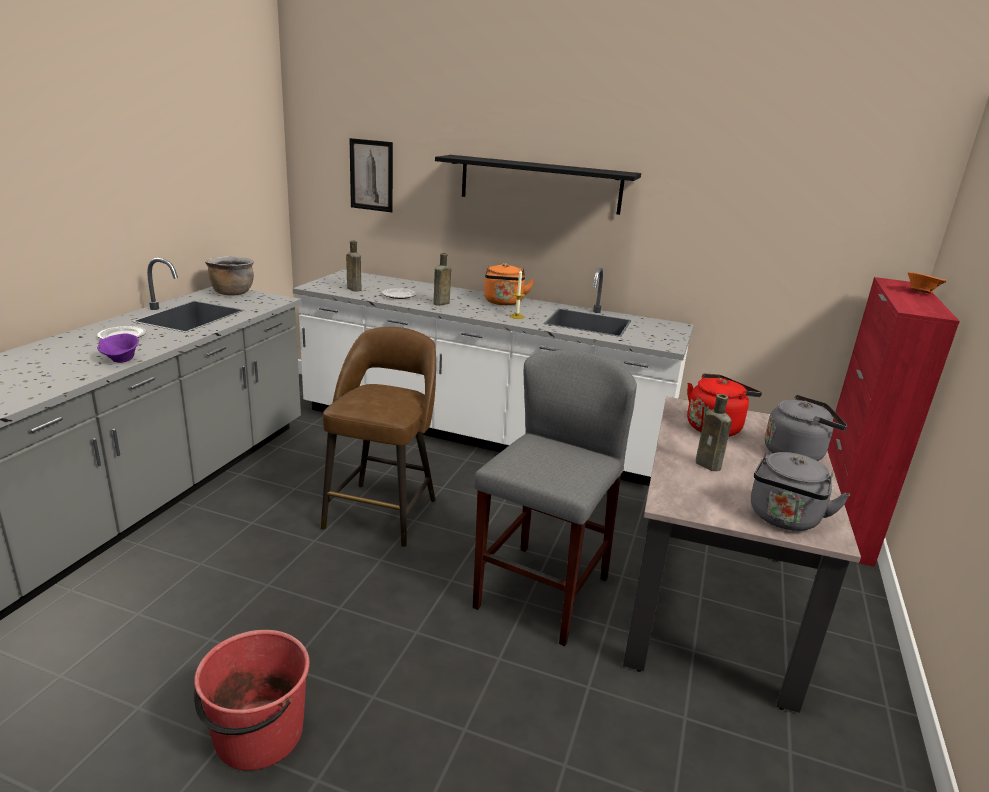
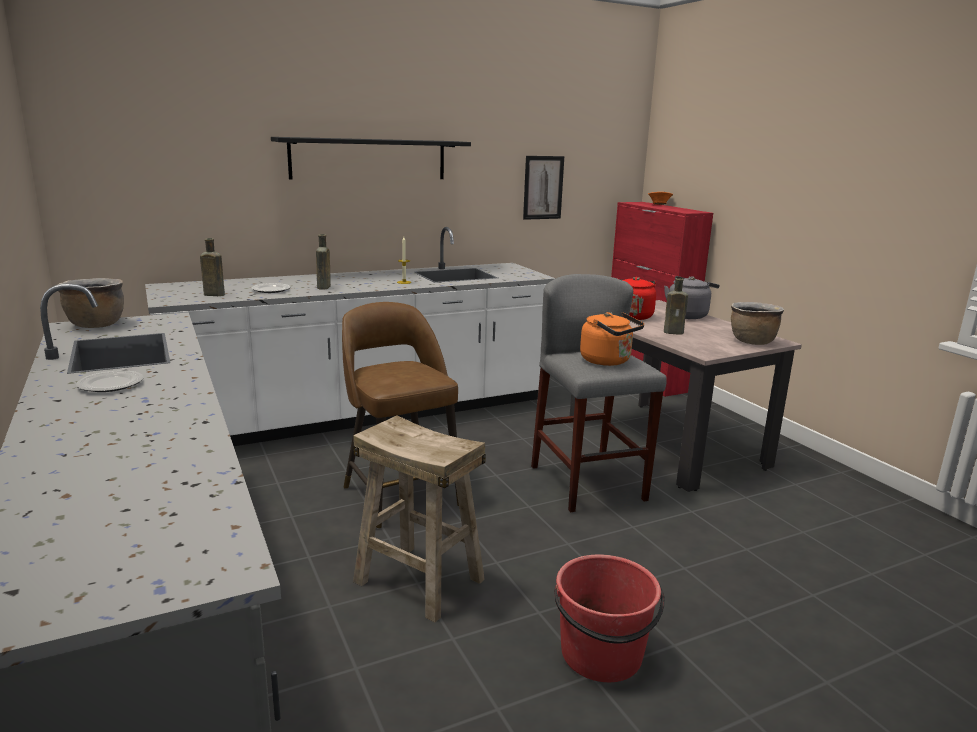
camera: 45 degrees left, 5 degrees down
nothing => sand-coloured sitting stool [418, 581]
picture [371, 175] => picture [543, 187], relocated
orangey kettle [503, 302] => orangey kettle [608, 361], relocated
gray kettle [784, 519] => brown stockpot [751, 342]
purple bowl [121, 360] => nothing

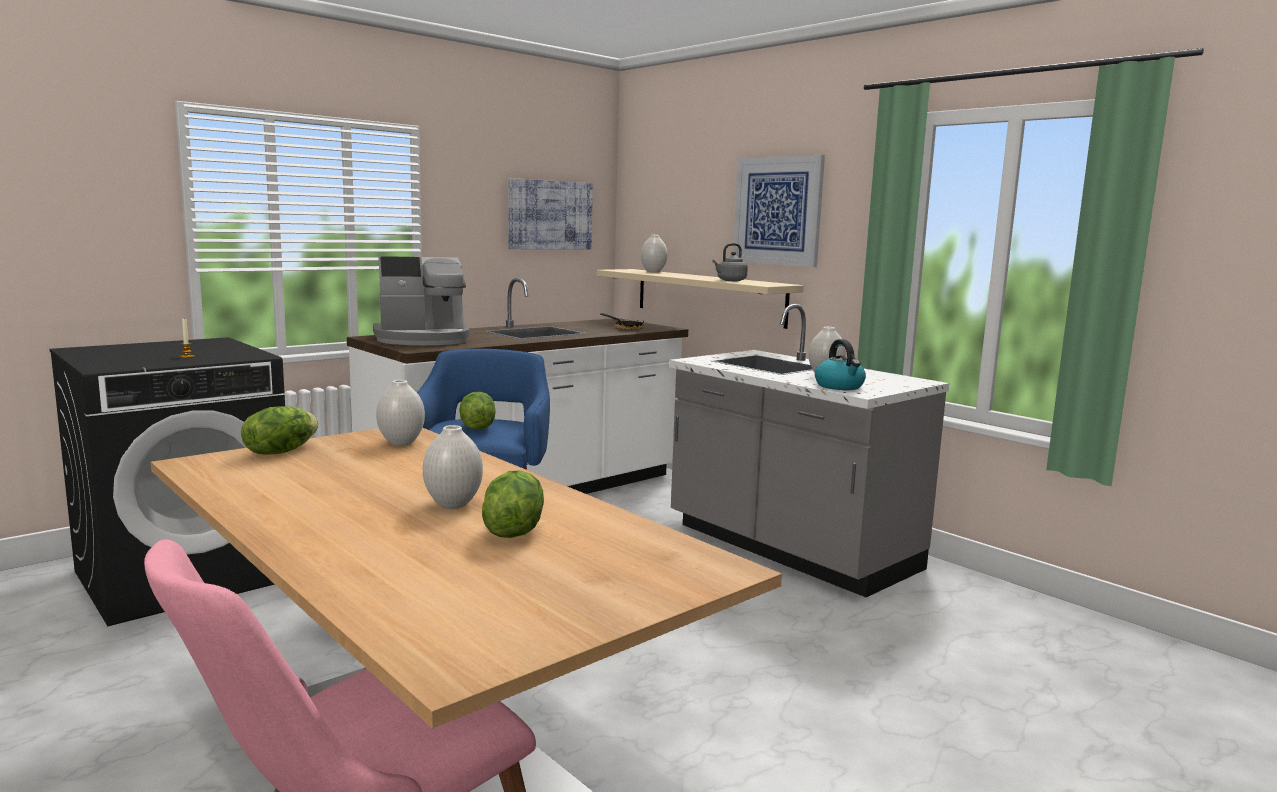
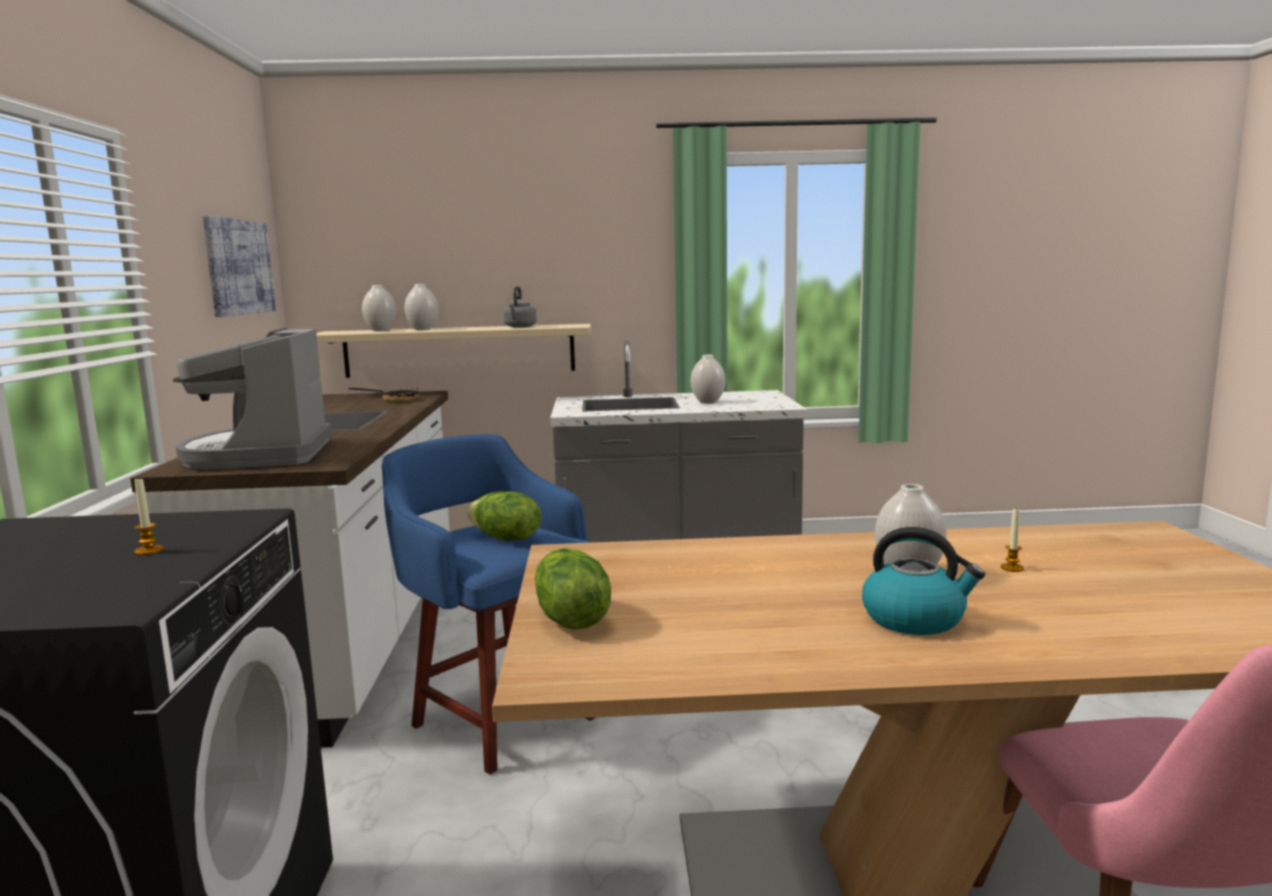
camera: 50 degrees left, 0 degrees up
coffee maker [423, 339] => coffee maker [260, 455], 150 degrees clockwise
whitish flower vase [401, 443] => whitish flower vase [422, 329], relocated
kettle [840, 386] => kettle [915, 619], relocated
lettuce head [513, 530] => wax candle [1012, 568]
picture [777, 211] => nothing

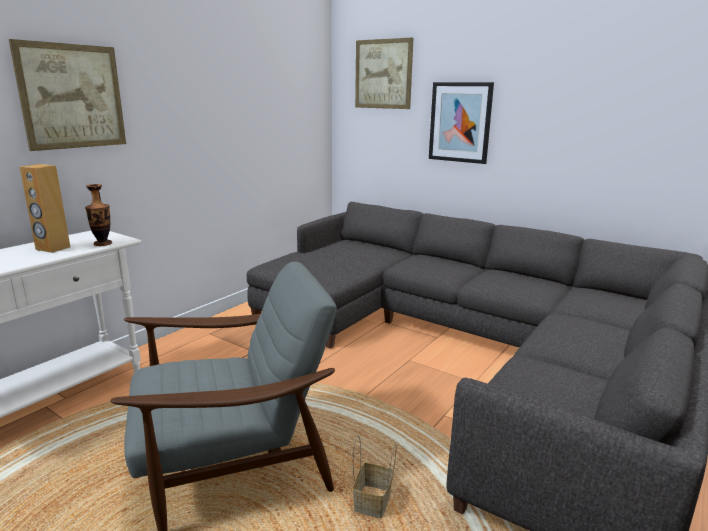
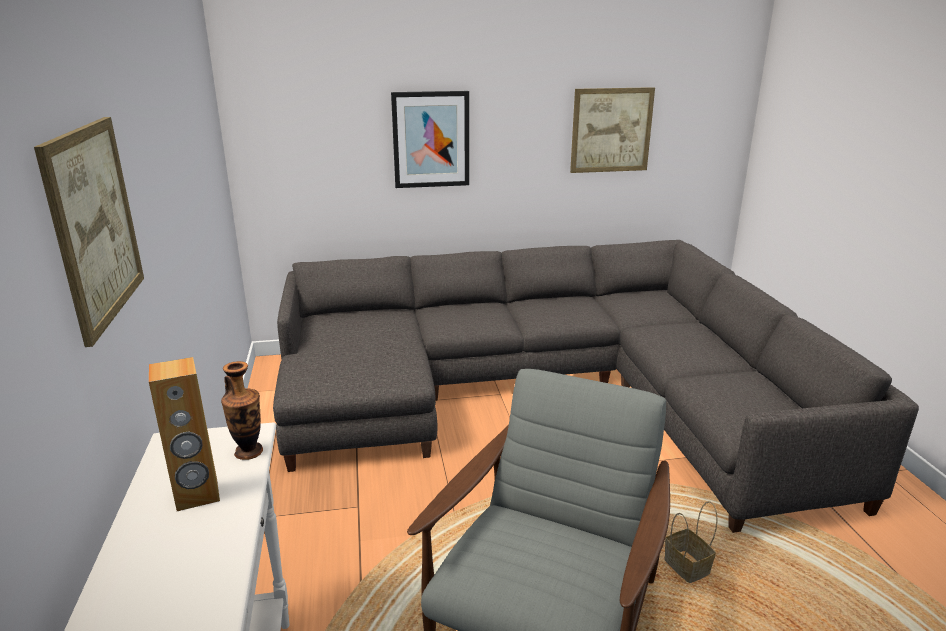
camera: 45 degrees left, 5 degrees up
picture [383, 74] => picture [611, 130], relocated

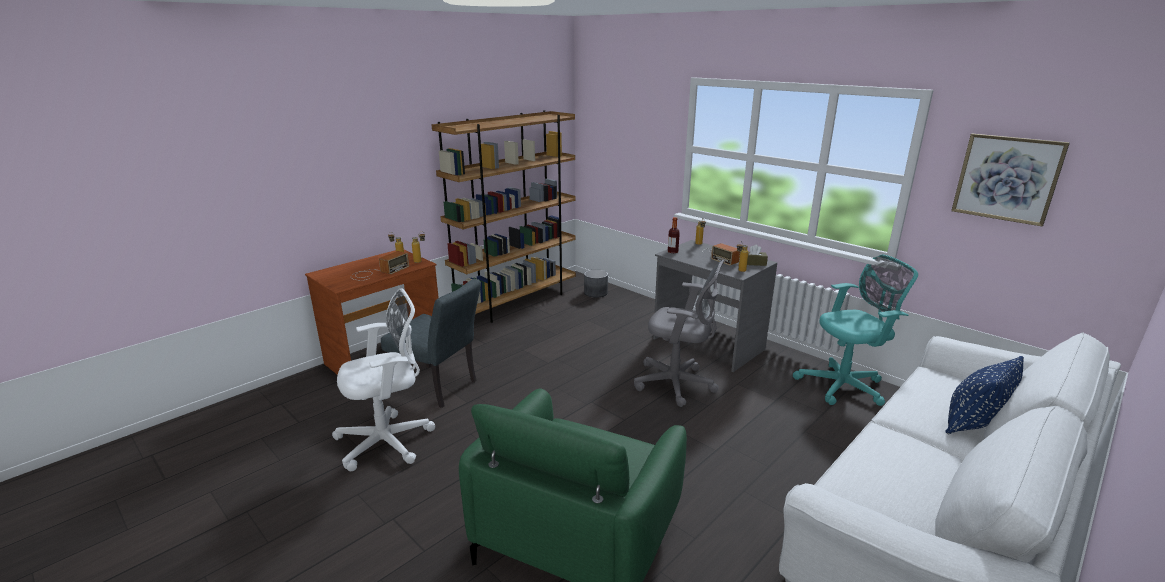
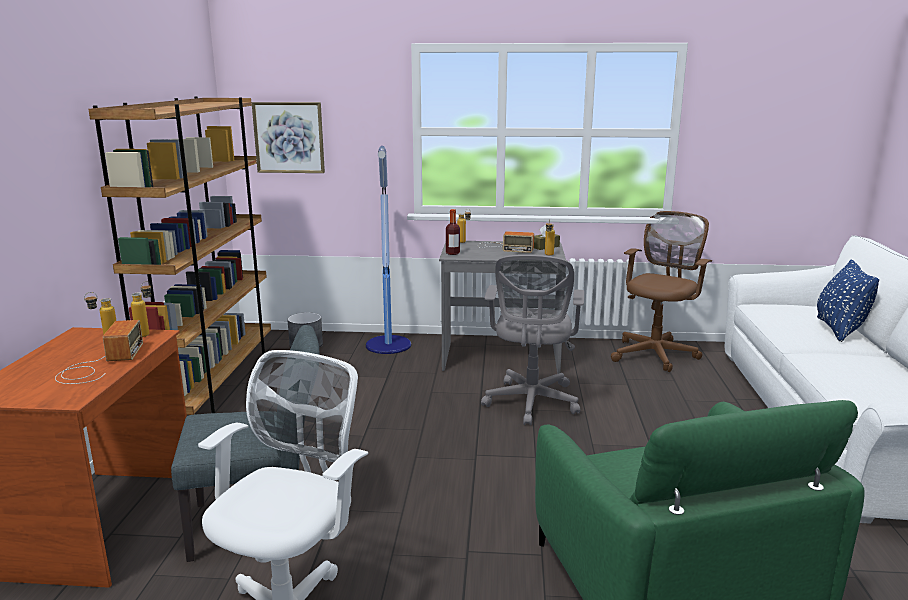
camera: 40 degrees left, 5 degrees down
picture [1007, 178] => picture [289, 137], relocated
nothing => floor lamp [388, 346]
gray office chair [677, 384] => gray office chair [531, 403], 120 degrees clockwise
turquoise office chair [845, 386] => brown office chair [656, 353]

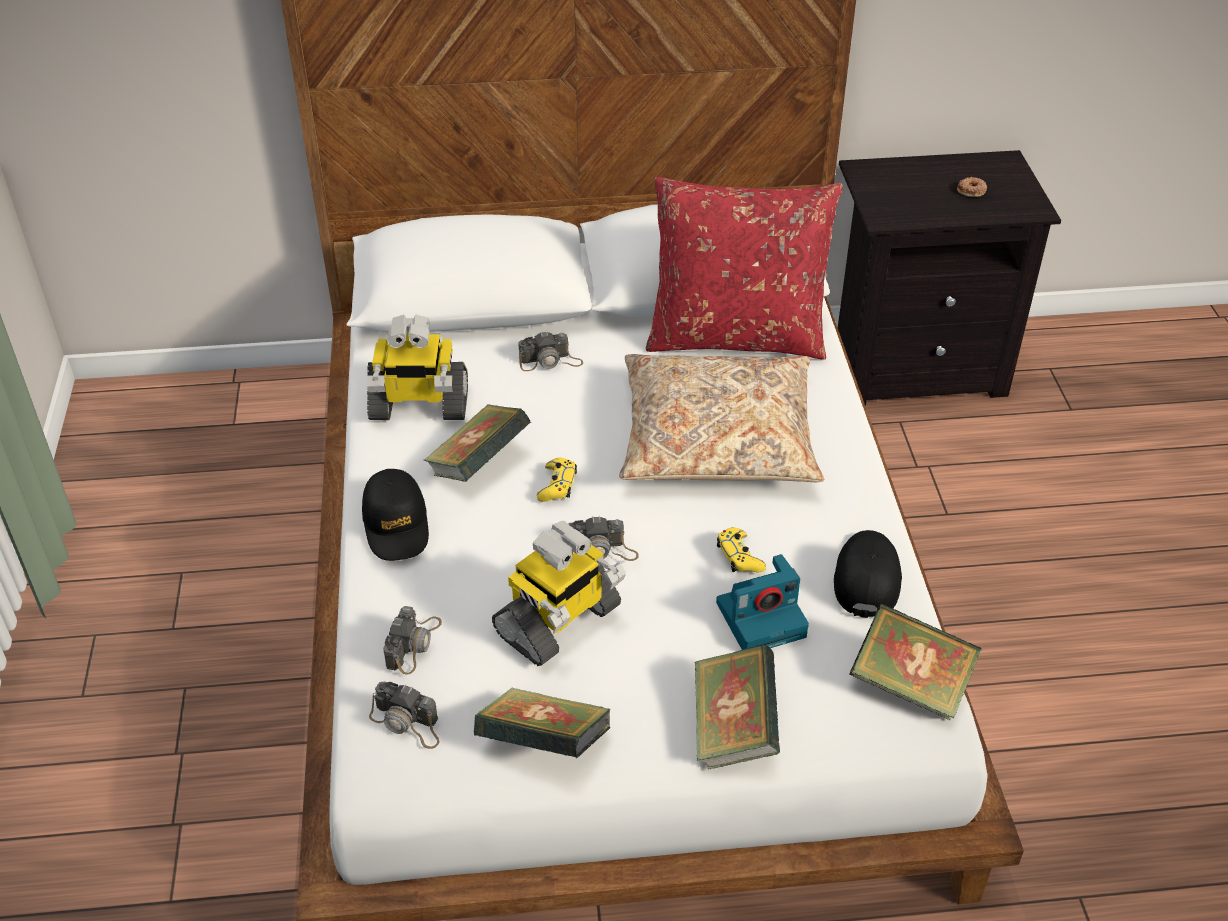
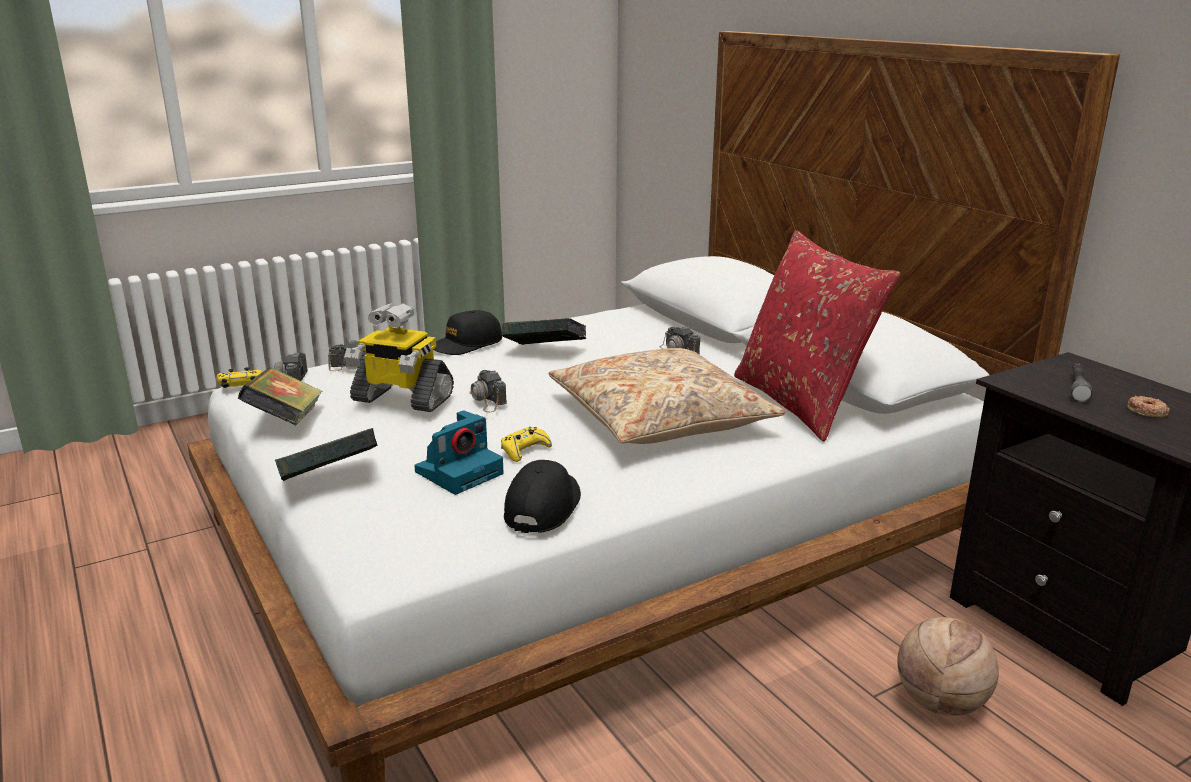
camera: 65 degrees right, 20 degrees down
yellow-coloured gamepad [557, 485] => yellow-coloured gamepad [241, 384], relocated
still camera [762, 618] => still camera [460, 472], 90 degrees counterclockwise
black-coloured peaked cap [866, 577] => black-coloured peaked cap [543, 506], 60 degrees counterclockwise
nothing => basketball [940, 703]
nothing => gray flashlight [1077, 388]
toy robot [418, 406] => nothing
book [910, 685] => nothing

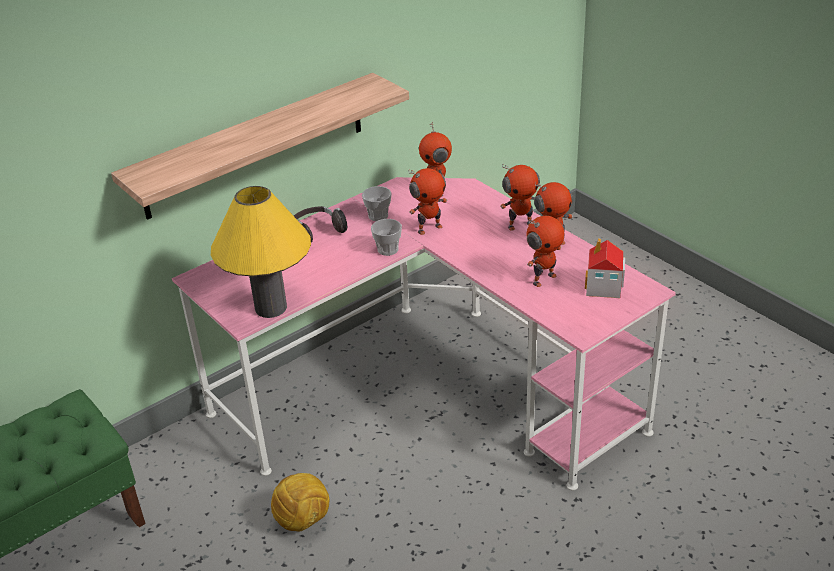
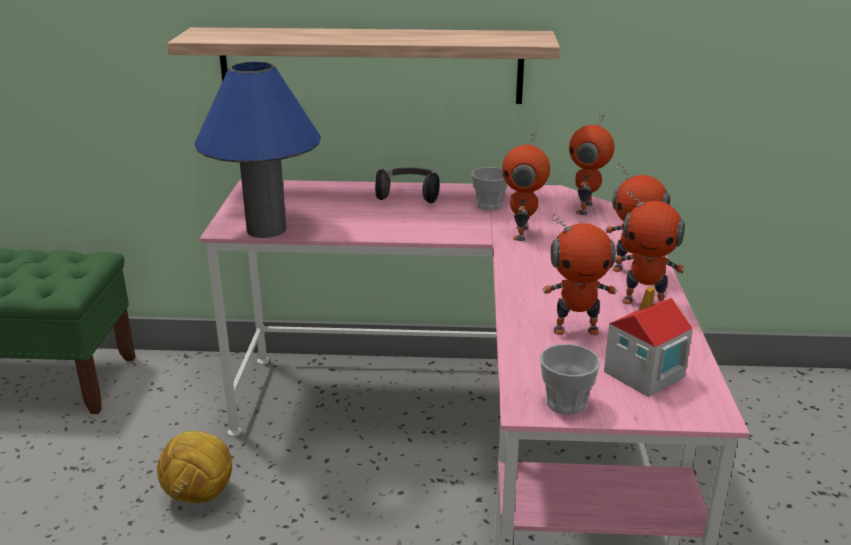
camera: 40 degrees right, 10 degrees down
yellow-coloured table lamp [271, 307] => bluish table lamp [266, 229]
toy robot [429, 228] => toy robot [523, 233], 90 degrees clockwise
cup [388, 249] => cup [566, 403], relocated

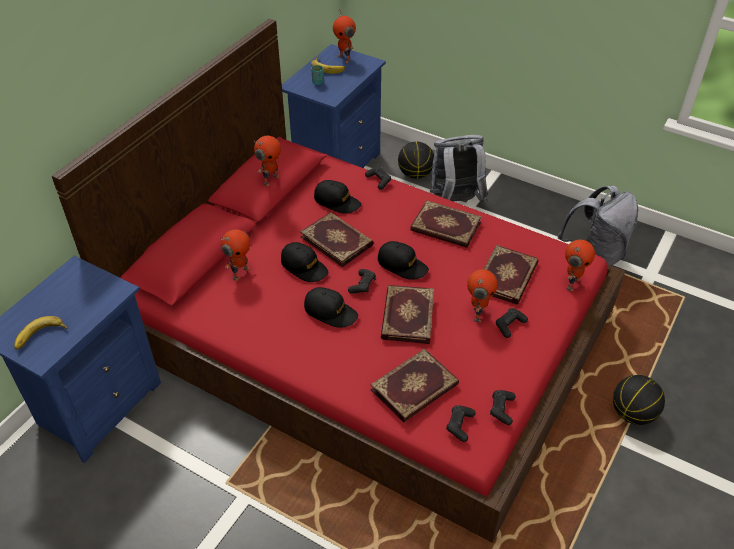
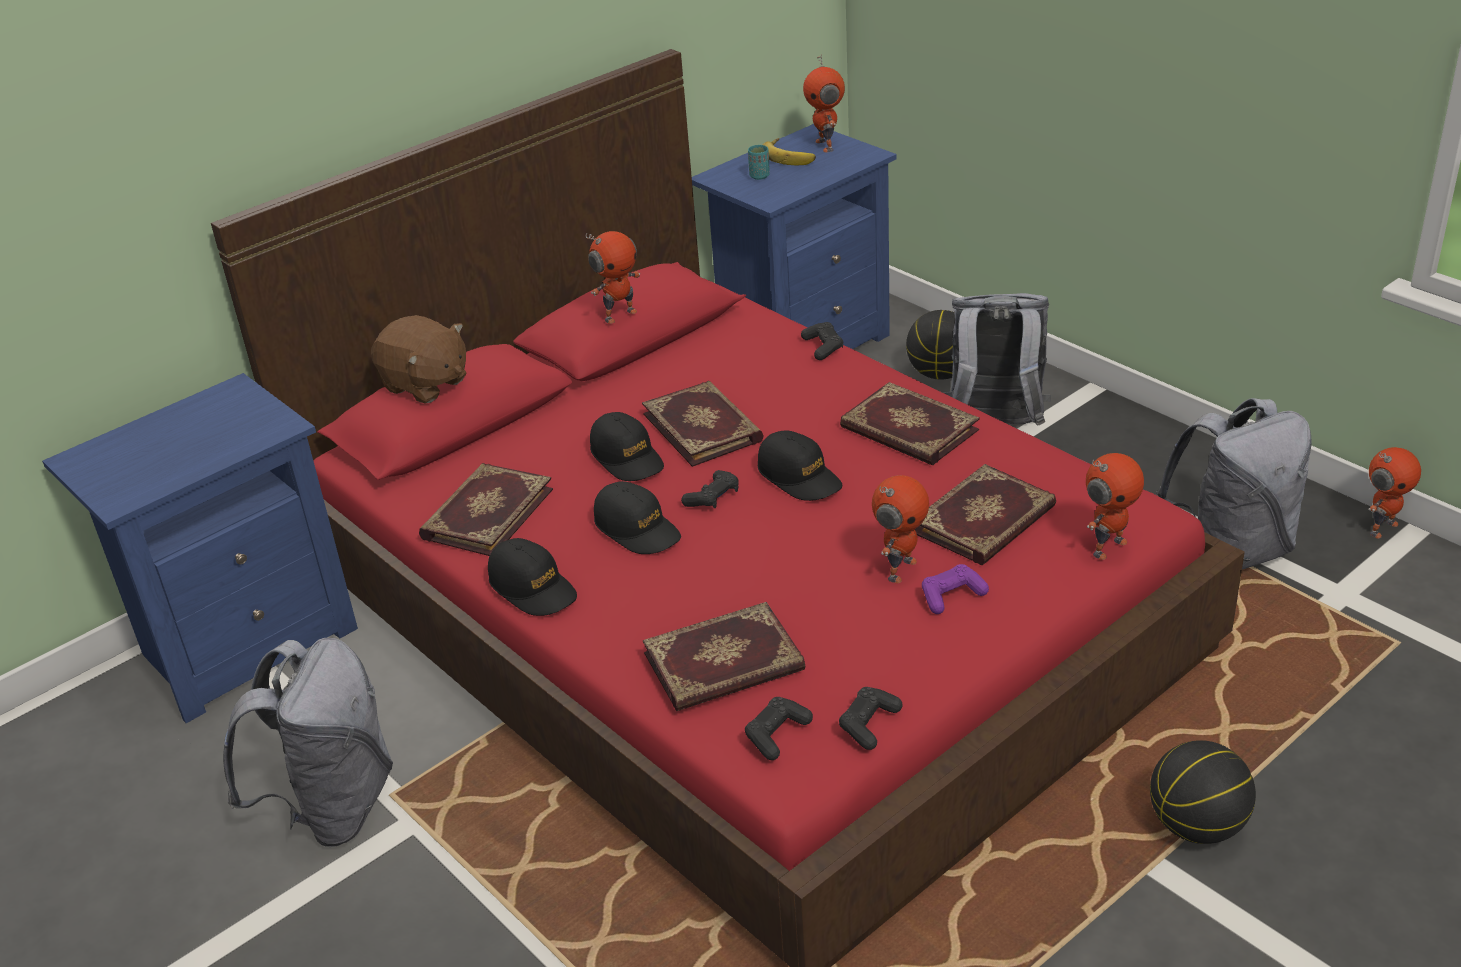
camera: 20 degrees right, 10 degrees down
nothing => gray backpack [333, 808]
nothing => brown cuddly toy [425, 384]
book [406, 316] => book [486, 513], relocated
black-coloured peaked cap [337, 201] => black-coloured peaked cap [533, 588], relocated
black-coloured gamepad [509, 325] => purple gamepad [952, 596]
toy robot [240, 273] => toy robot [1382, 528], relocated
banana [41, 337] => nothing

